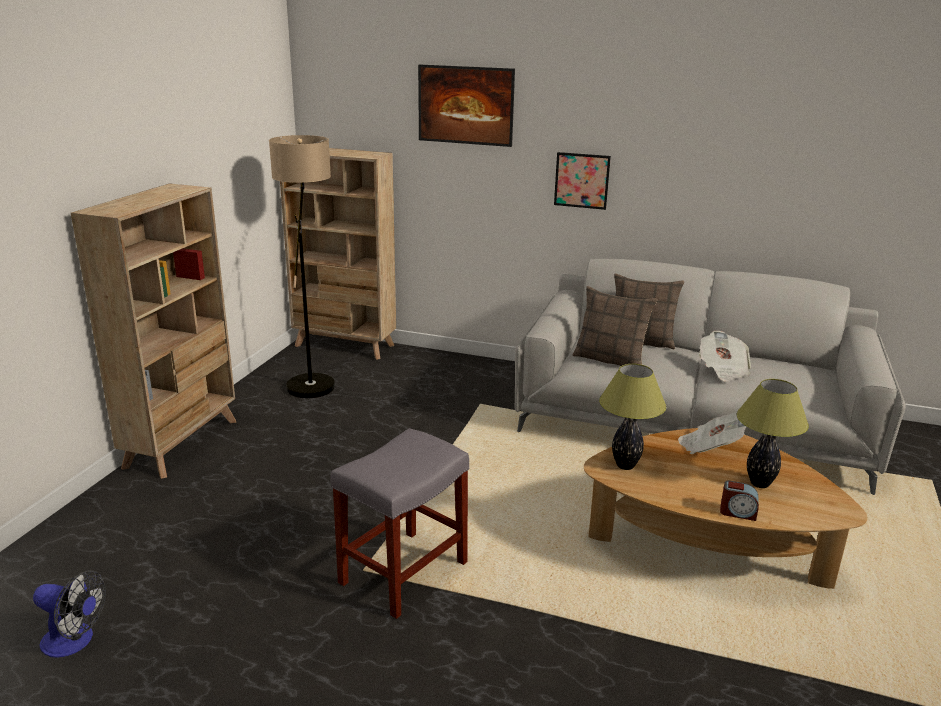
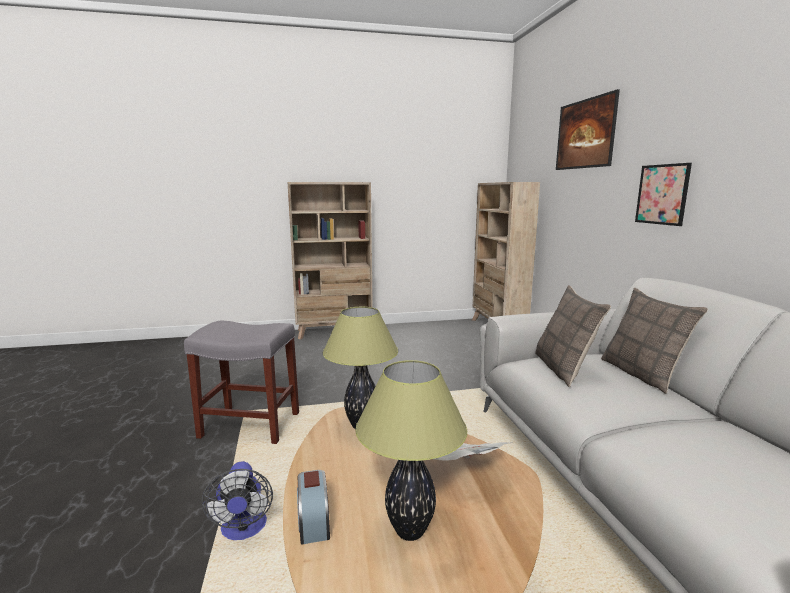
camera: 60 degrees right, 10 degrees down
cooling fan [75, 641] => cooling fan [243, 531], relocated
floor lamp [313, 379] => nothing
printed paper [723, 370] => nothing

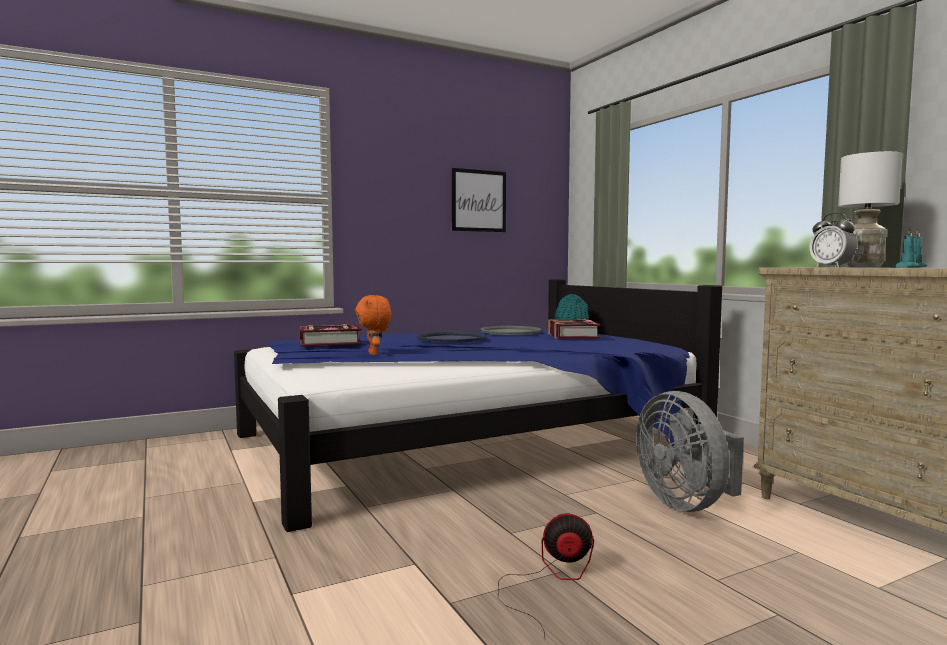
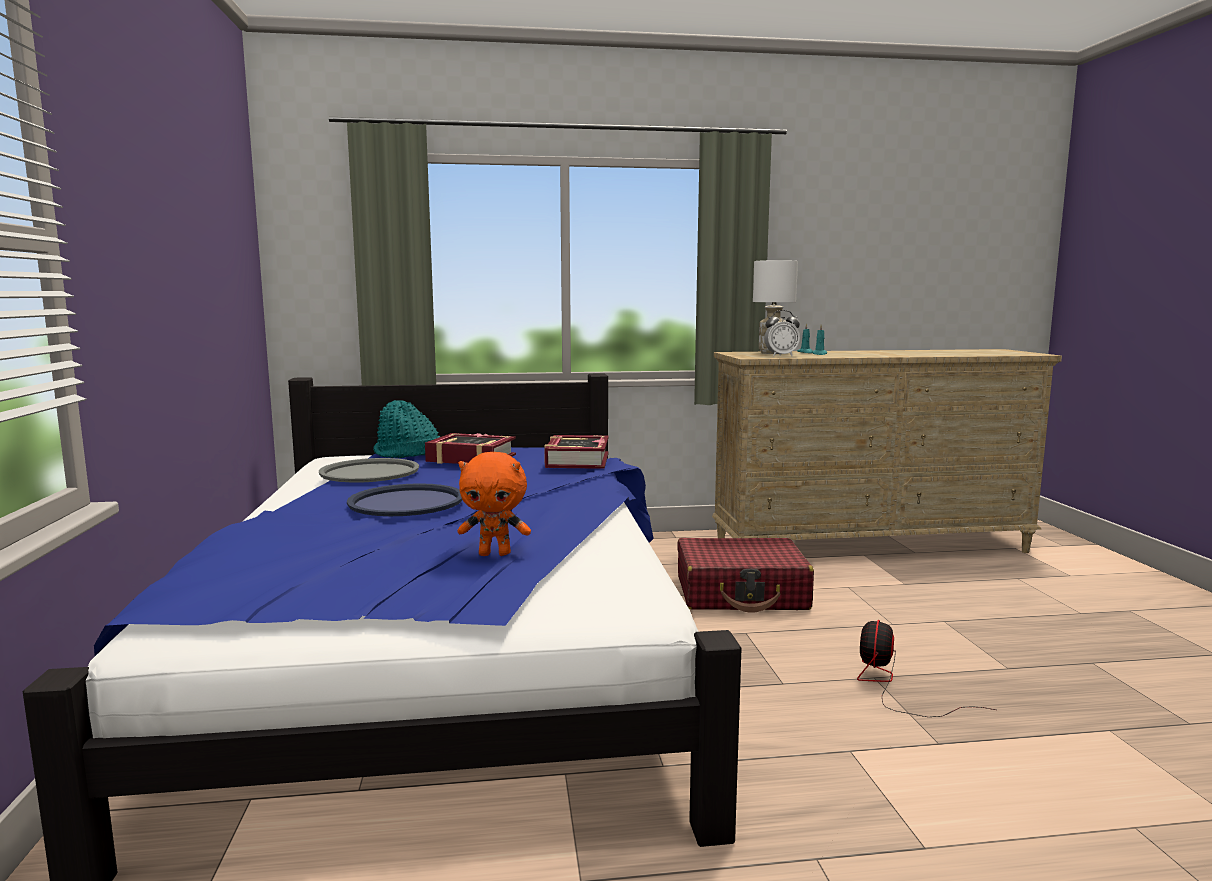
camera: 70 degrees left, 5 degrees up
book [330, 342] => book [577, 460], relocated
gray cooling fan [686, 503] => red-coloured travel case [741, 593]
picture [478, 201] => nothing

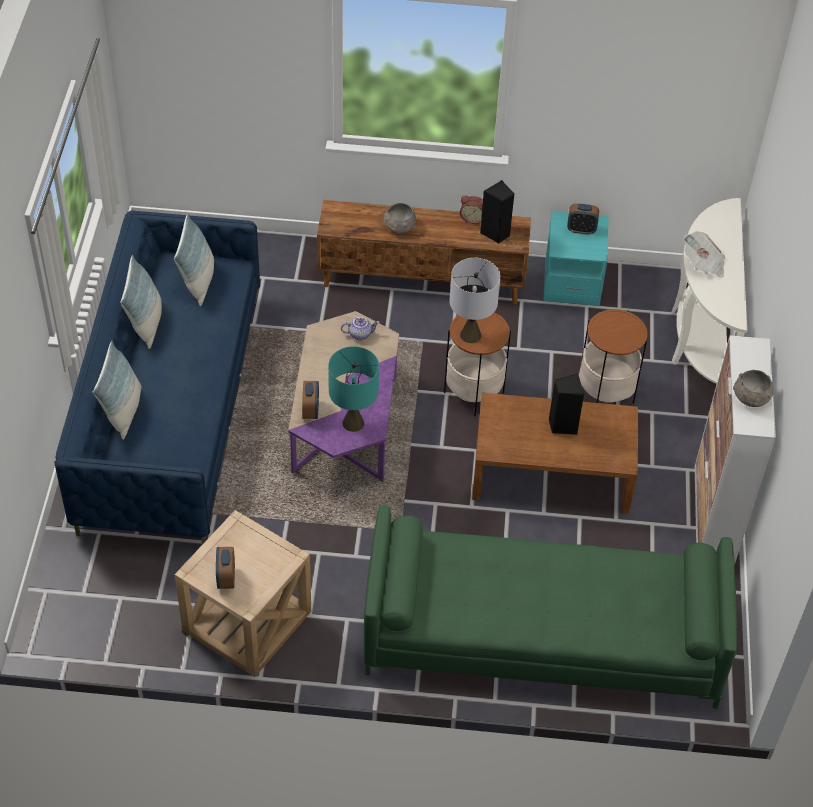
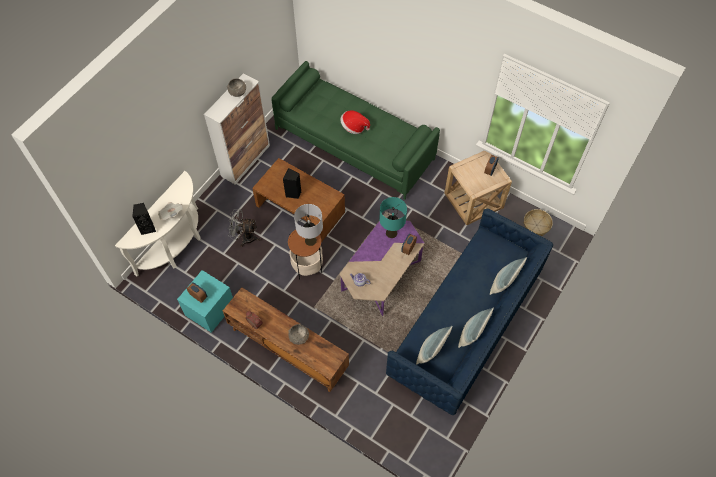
camera: 150 degrees left, 10 degrees up
black-coloured loudspeaker [496, 234] => black-coloured loudspeaker [148, 228], relocated
end table [605, 392] => gray cooling fan [245, 237]
nothing => wearable hat [354, 127]
nothing => storage basket [536, 225]

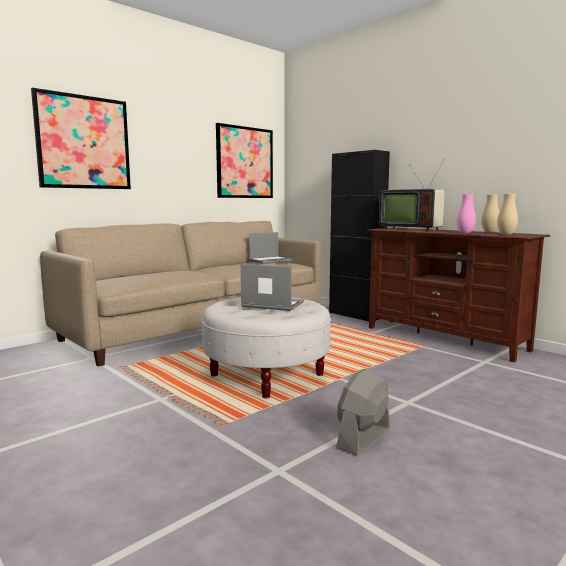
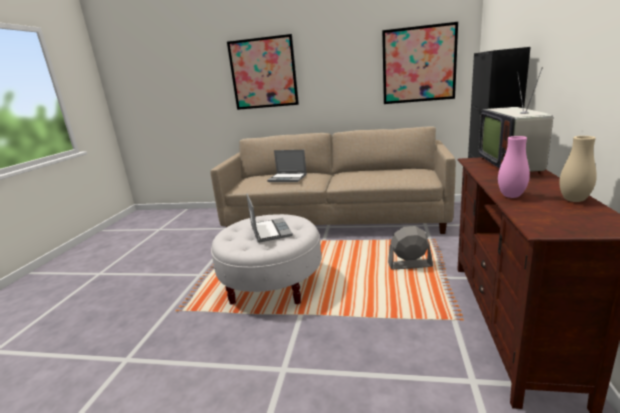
camera: 55 degrees right, 10 degrees up
laptop [270, 261] => laptop [288, 178], relocated
gray cooling fan [363, 438] => gray cooling fan [409, 265], relocated
sand-coloured flower vase [506, 234] => nothing

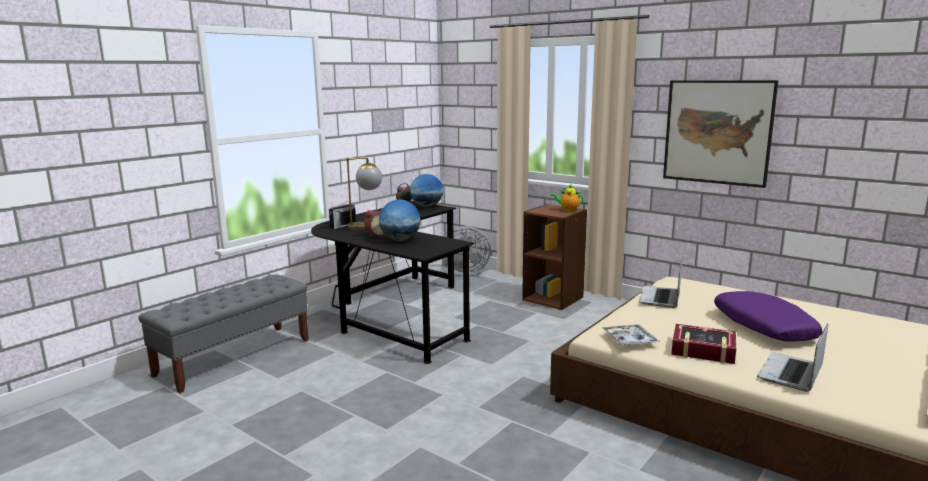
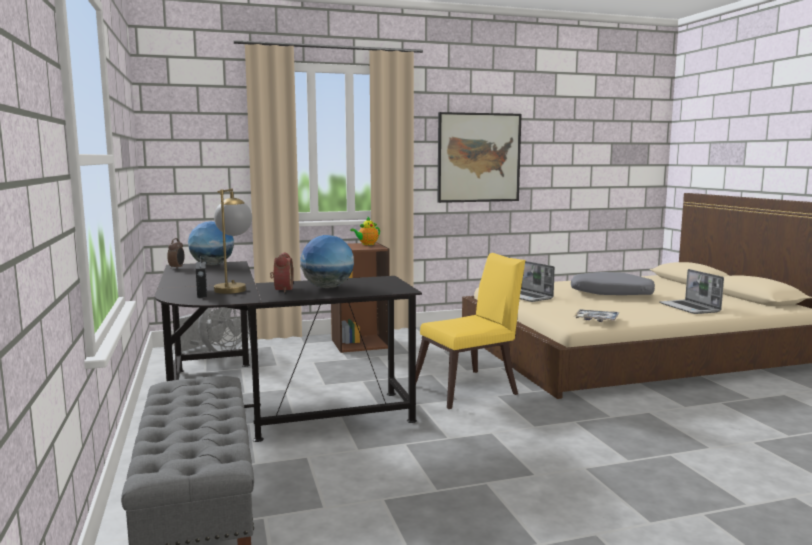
camera: 55 degrees left, 5 degrees down
nothing => yellow-coloured plain chair [470, 389]
purple pillow [762, 326] => gray pillow [611, 294]
book [703, 350] => nothing

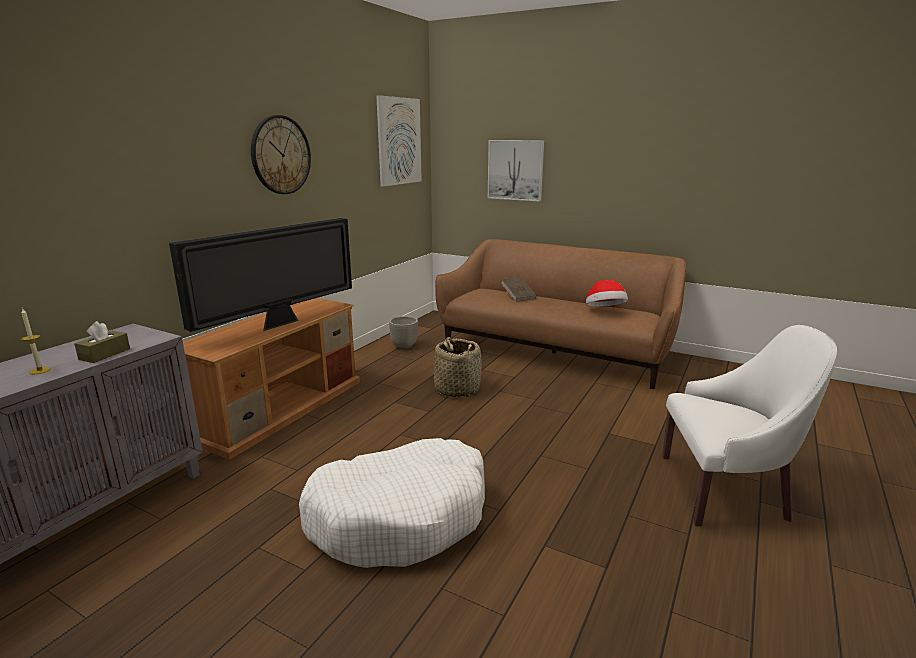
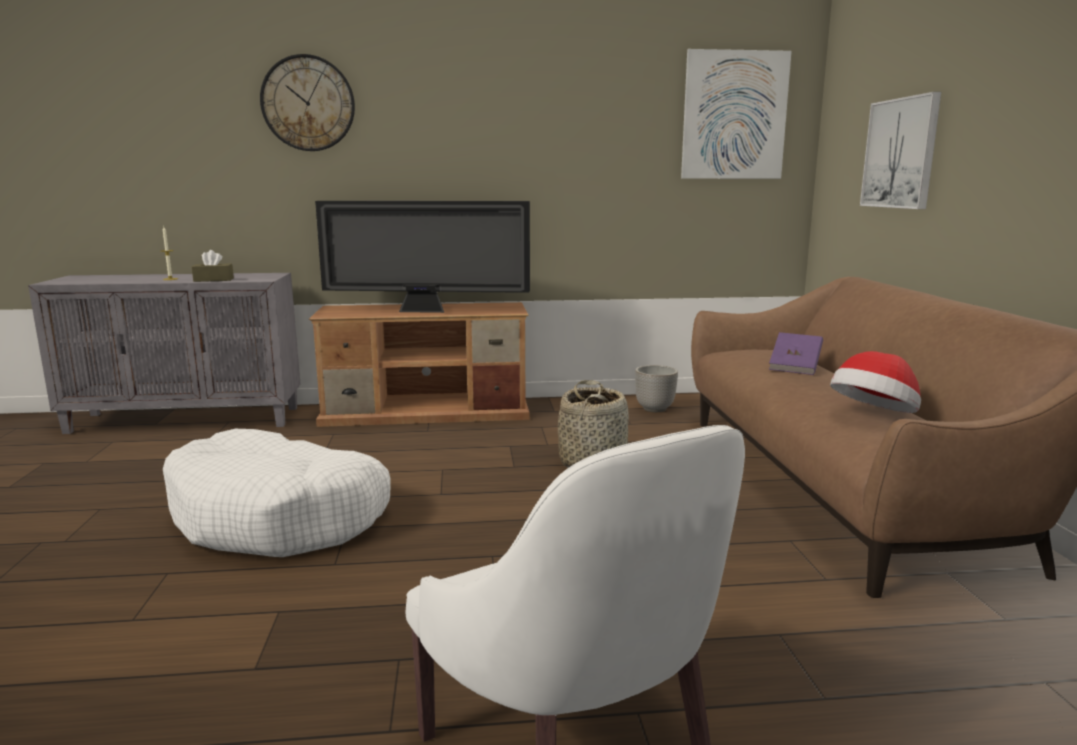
camera: 55 degrees right, 5 degrees down
clock on the wall [280, 155] => clock on the wall [308, 103], relocated
brown book [518, 297] => purple book [795, 367]

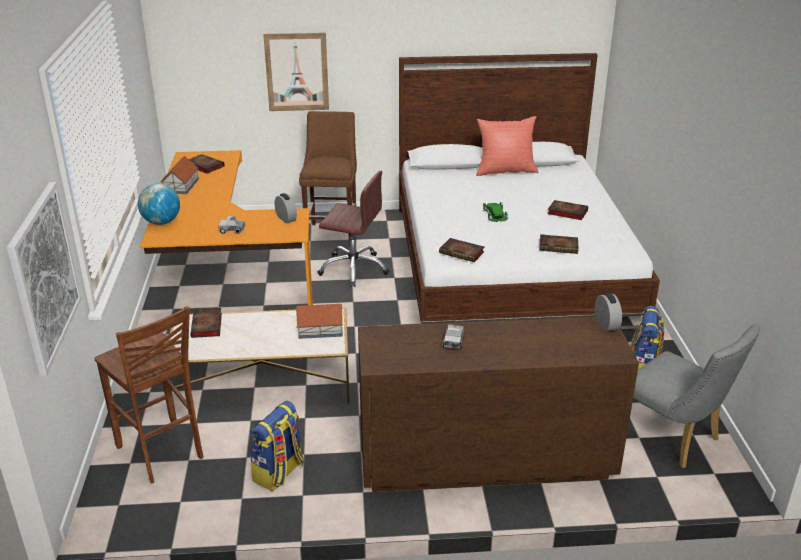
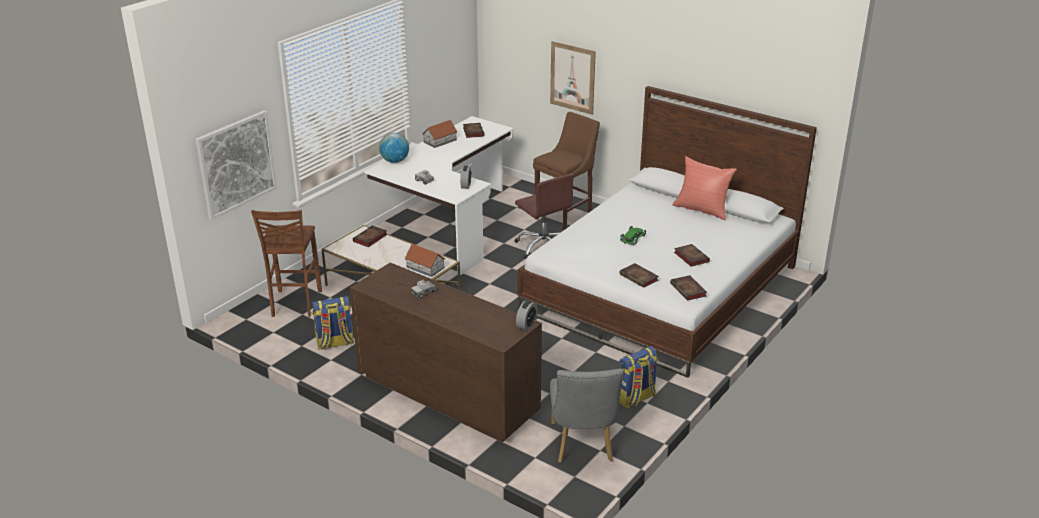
camera: 40 degrees right, 0 degrees up
orangey desk table [223, 287] => whitish desk table [447, 226]
book [463, 253] => book [689, 290], relocated

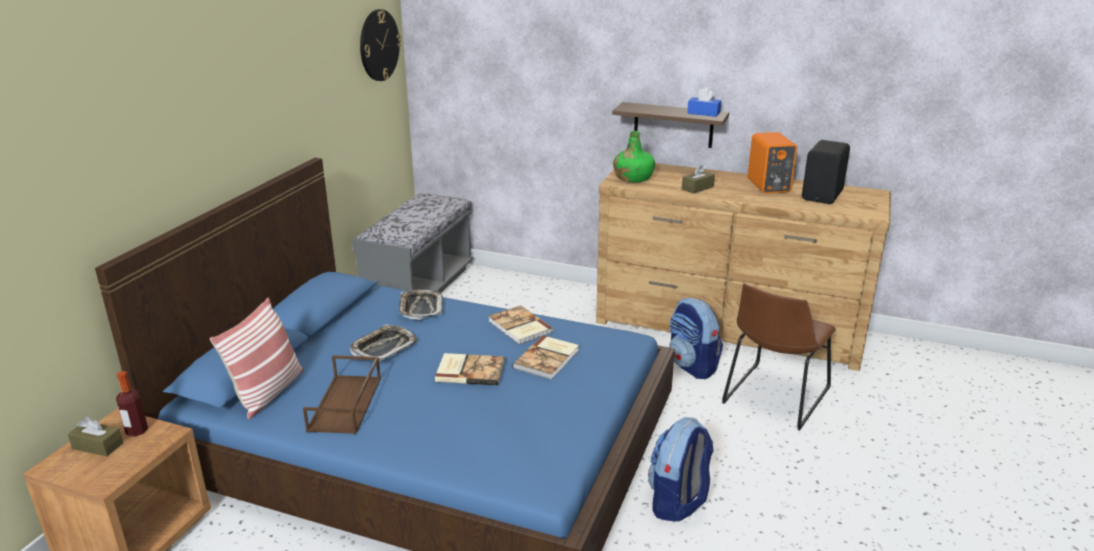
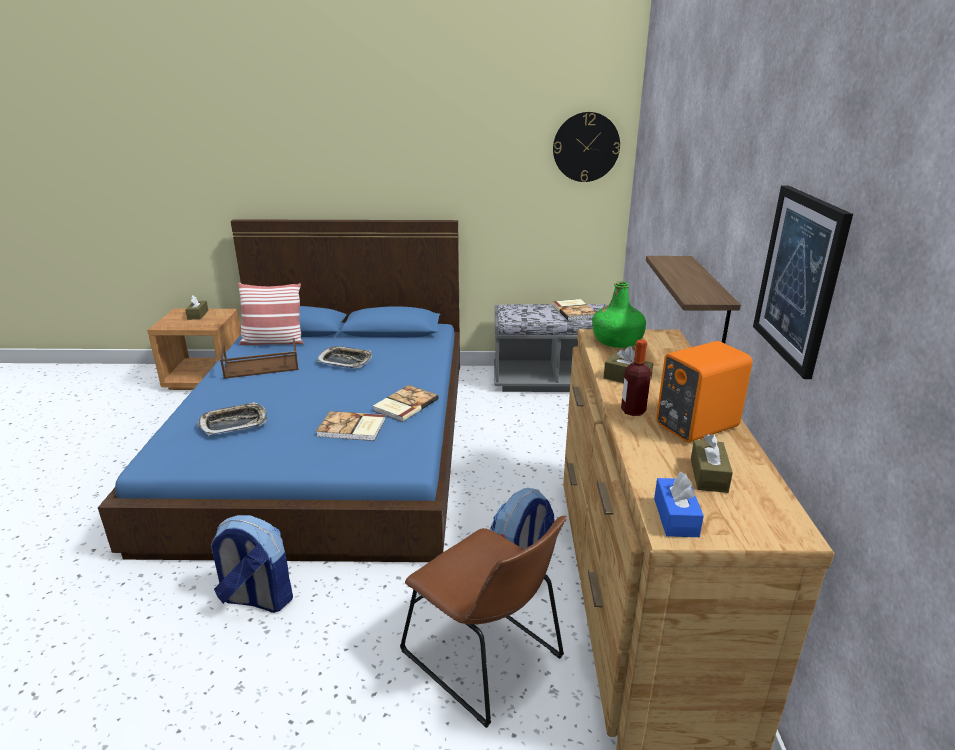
camera: 70 degrees right, 0 degrees up
serving tray [420, 308] => serving tray [234, 423], relocated
brown plain chair [774, 398] => brown plain chair [486, 659], 150 degrees counterclockwise
book [470, 371] => book [574, 311], relocated
bottle [136, 431] => bottle [633, 411], relocated
bluish tissue box [703, 113] => bluish tissue box [675, 517], relocated
black-coloured loudspeaker [823, 195] => brown tissue box [708, 475]
nothing => picture [799, 278]

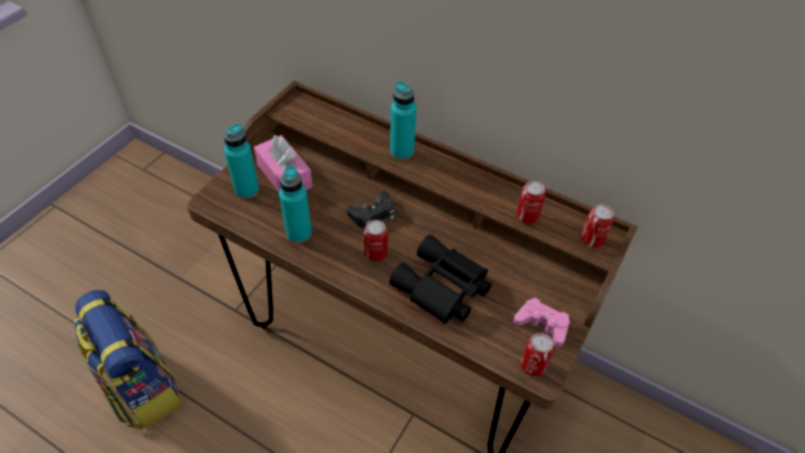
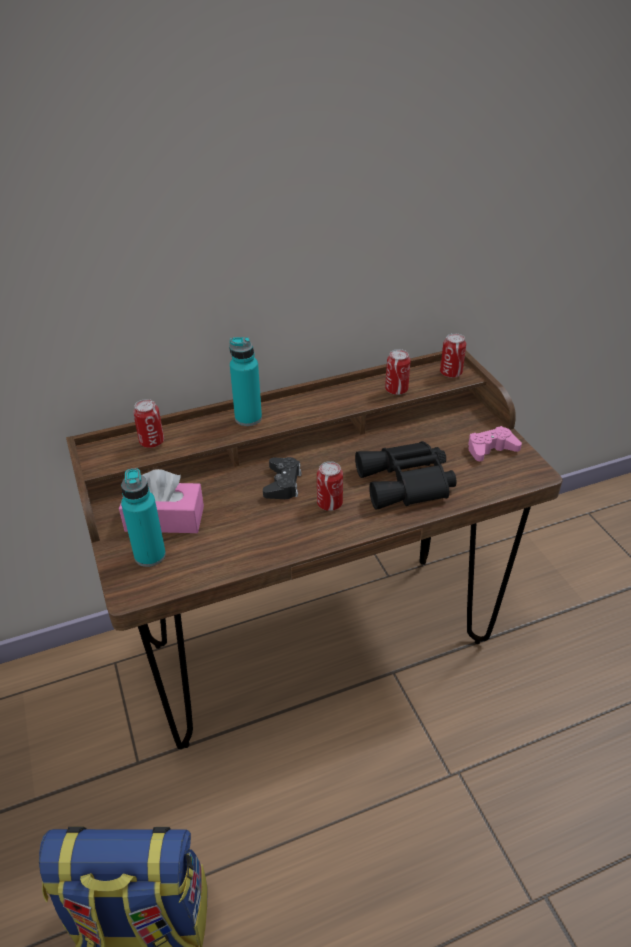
camera: 50 degrees left, 10 degrees down
can [533, 365] => can [152, 442], relocated
turquoise bottle [299, 233] => nothing

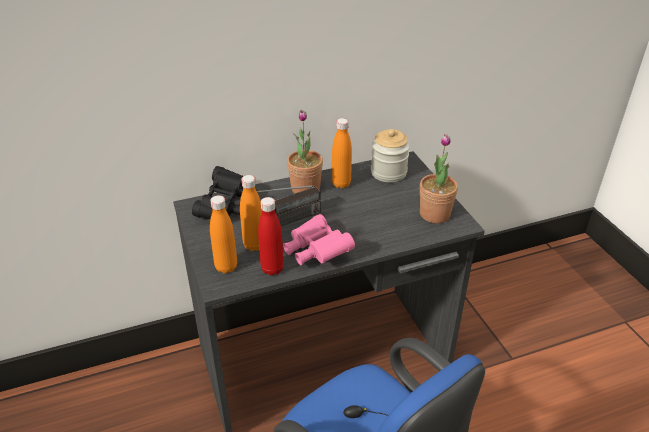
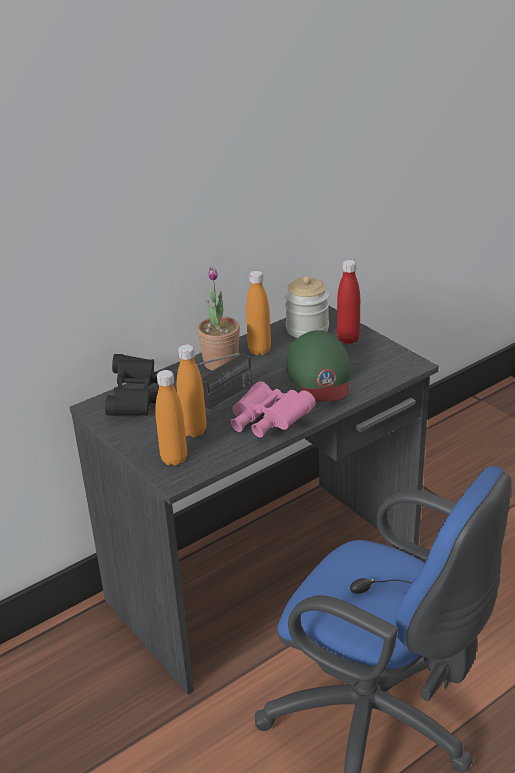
camera: 15 degrees left, 5 degrees down
nothing => green peaked cap [320, 375]
red-coloured bottle [272, 269] => red-coloured bottle [348, 339], relocated
houseplant [434, 214] => nothing

